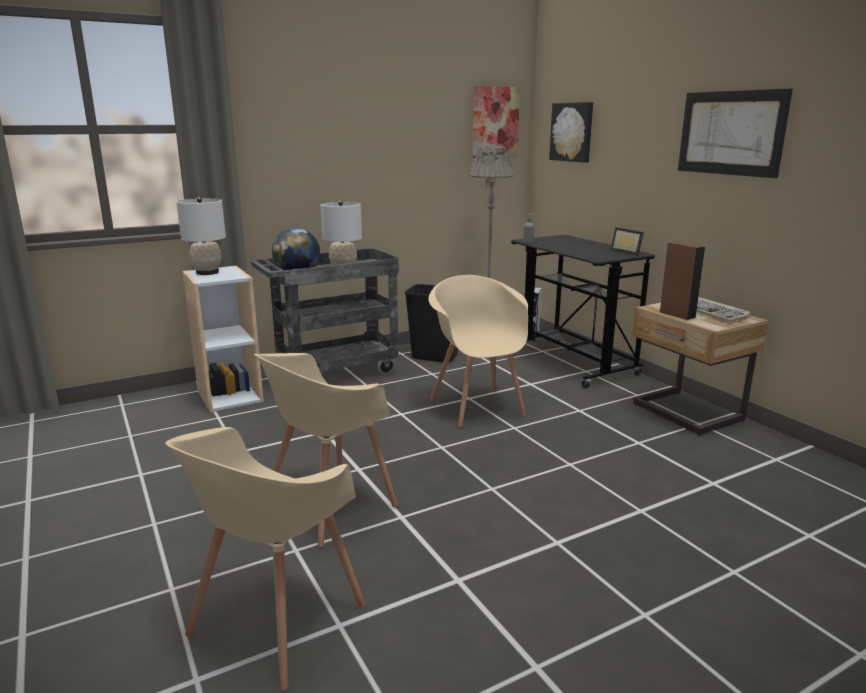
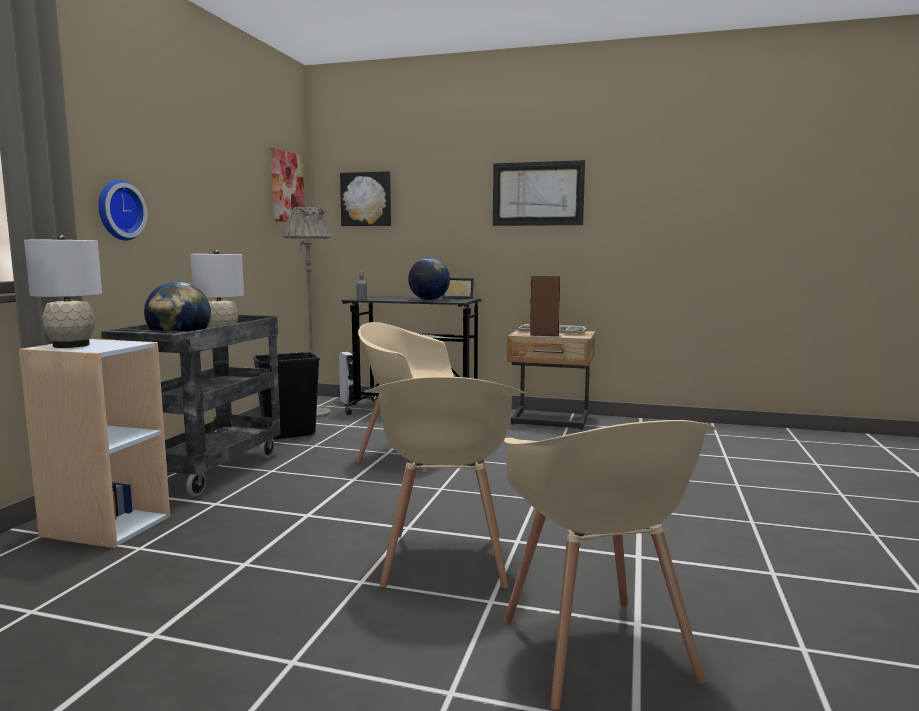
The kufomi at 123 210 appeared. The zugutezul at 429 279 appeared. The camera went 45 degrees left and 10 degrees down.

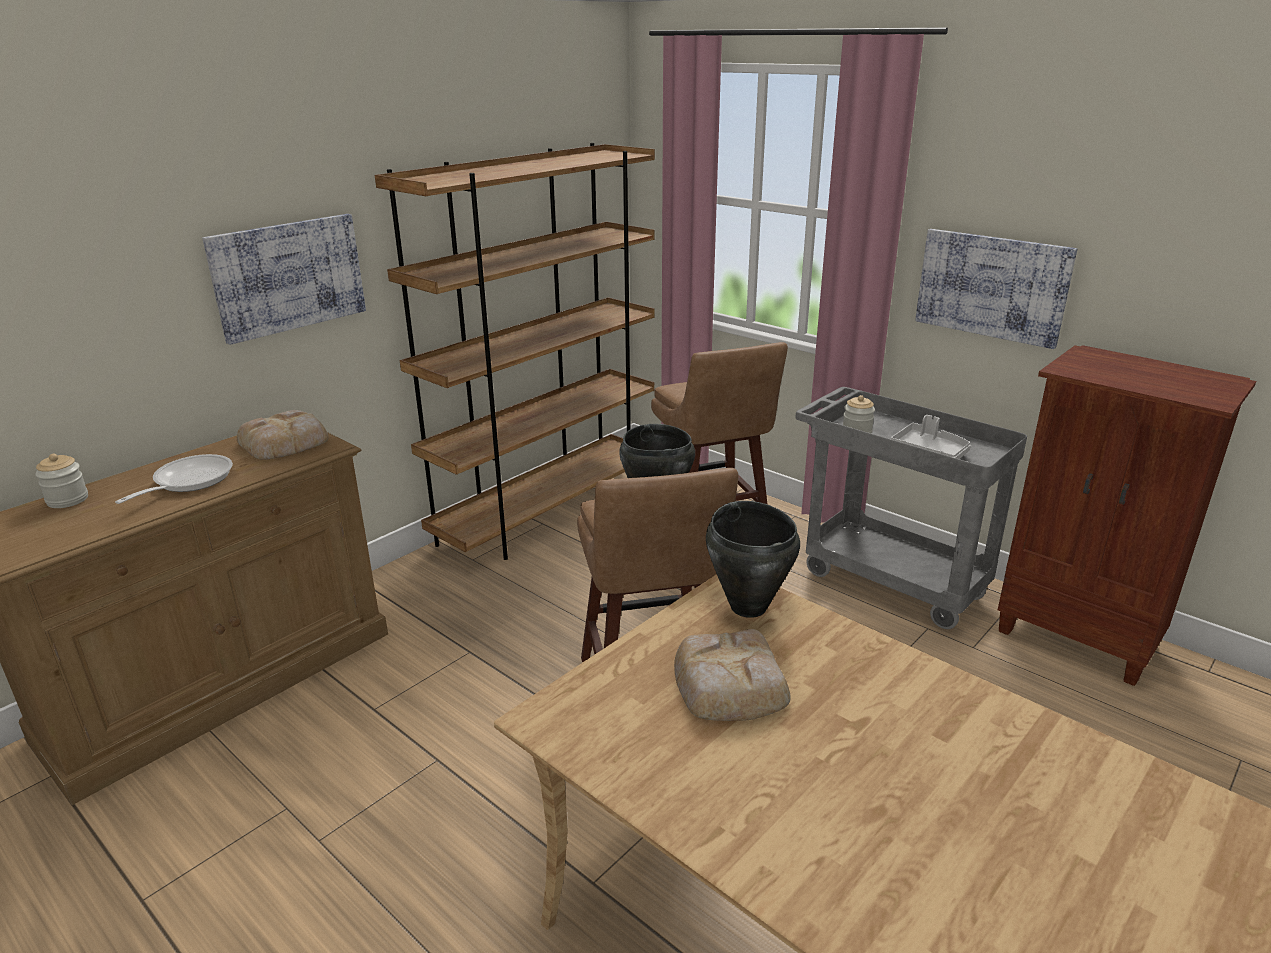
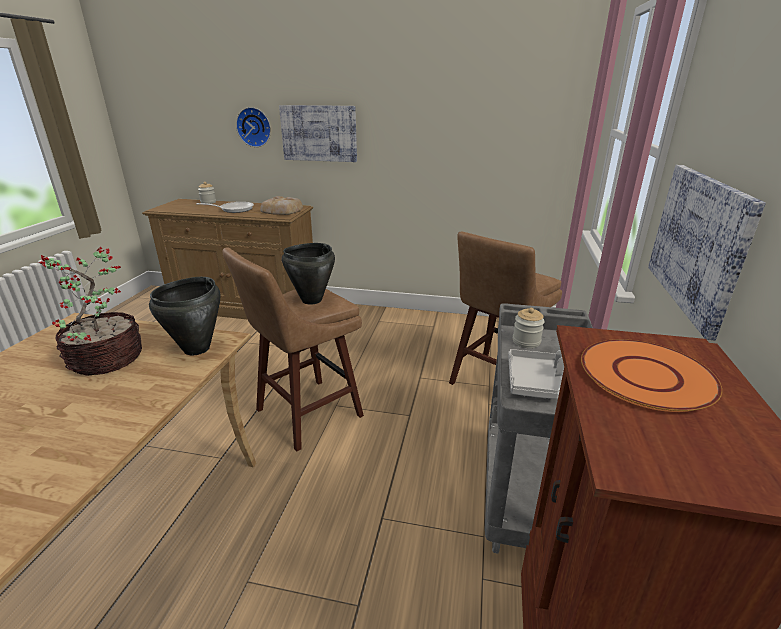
The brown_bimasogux at 515 351 disappeared. The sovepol at 732 675 was replaced by the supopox at 90 311. The kufomi at 253 127 appeared. The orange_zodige at 651 375 appeared. The camera went 60 degrees right and 0 degrees up.

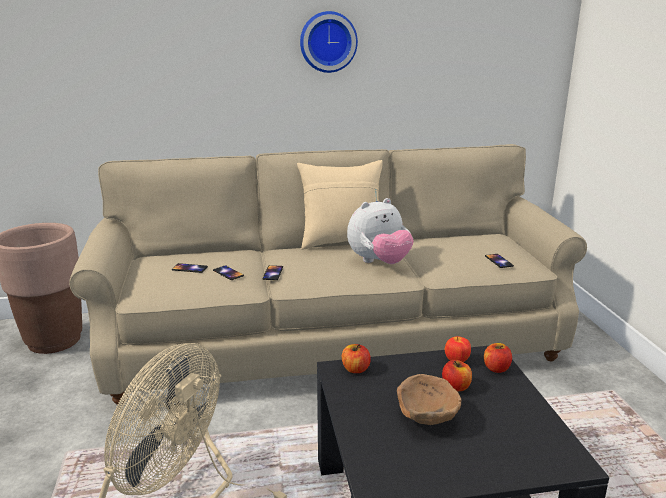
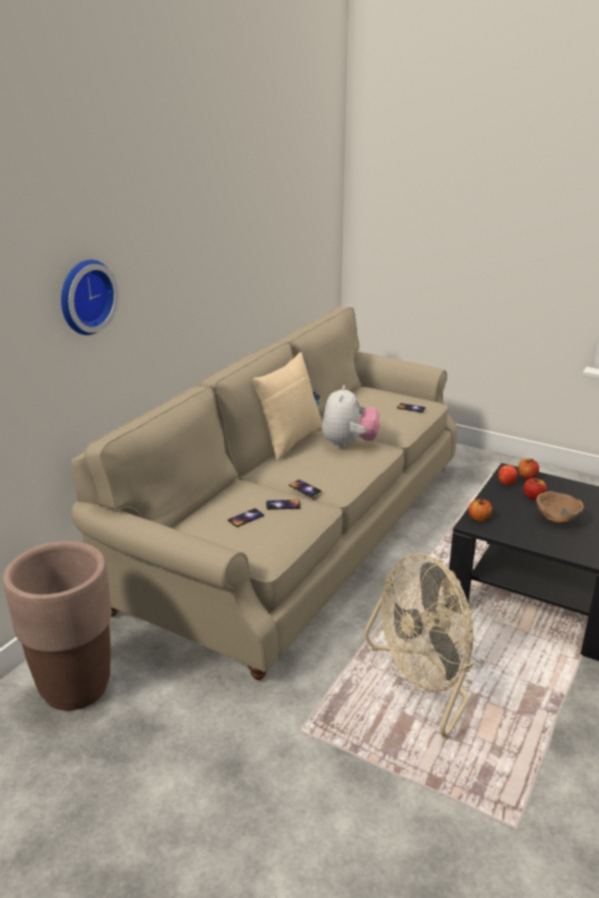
The kufomi moved from 329 42 to 90 297. The camera went 50 degrees left and 5 degrees up.

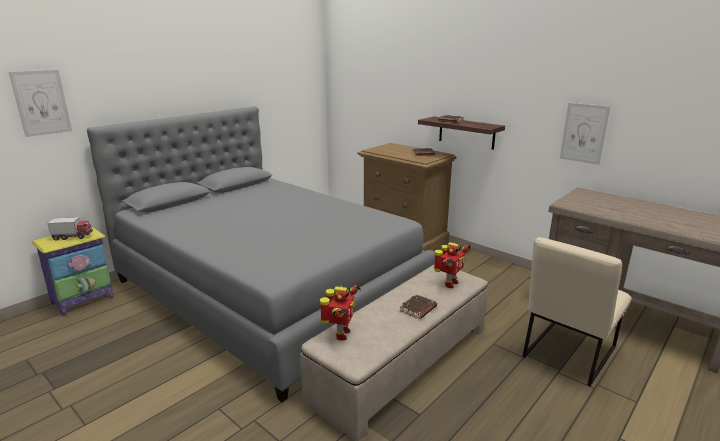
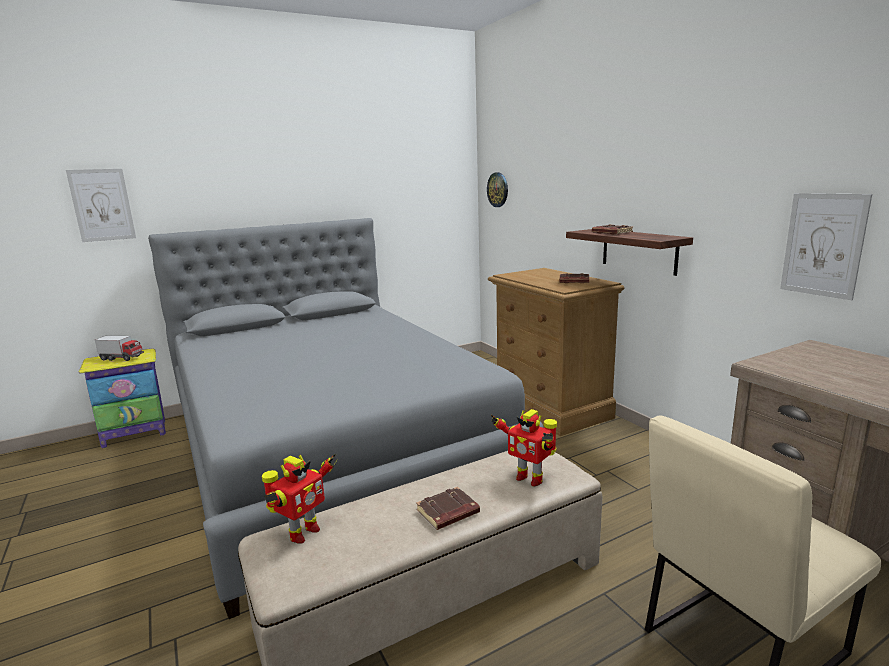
The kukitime at 452 265 turned 75 degrees clockwise. The kufomi at 497 189 appeared. The camera went 20 degrees right and 5 degrees down.

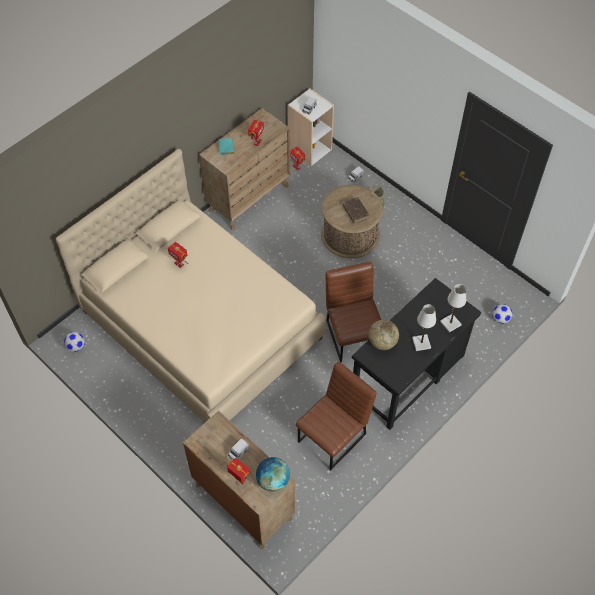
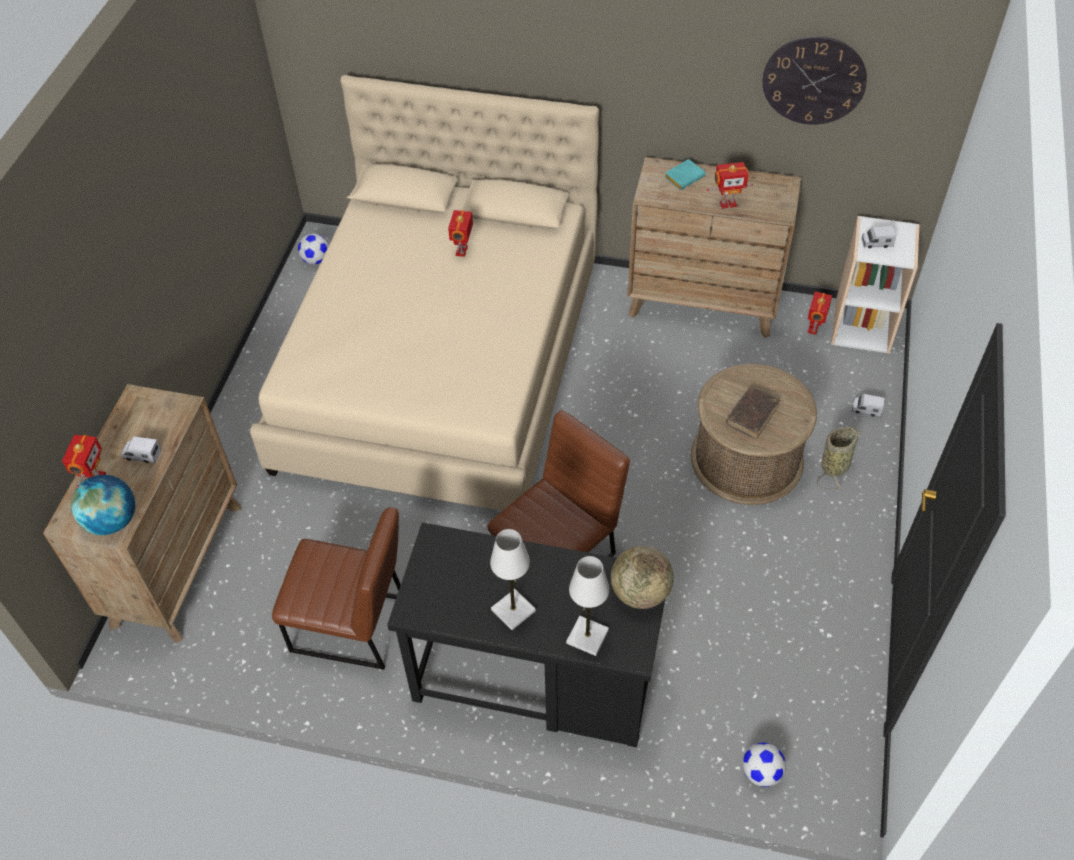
The zugutezul moved from 383 335 to 642 577. The kufomi at 814 80 appeared. The camera went 60 degrees right and 5 degrees down.

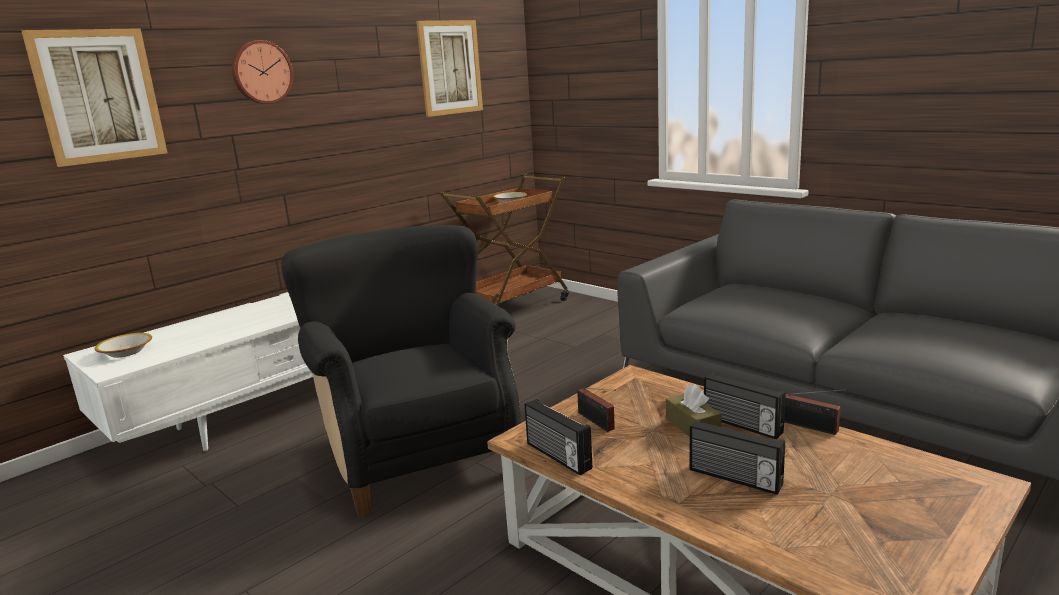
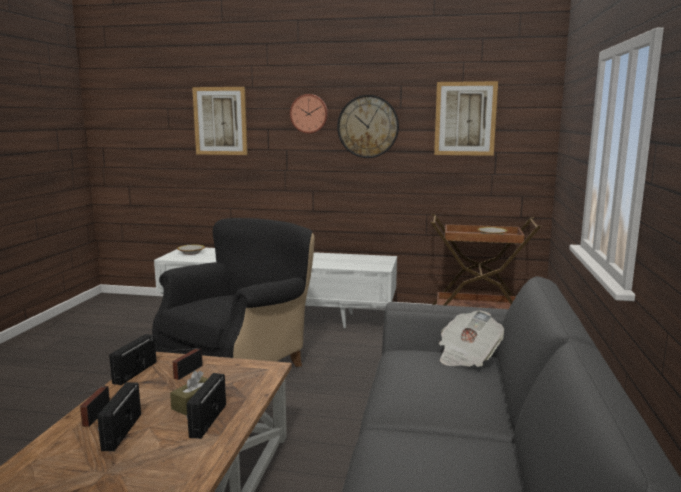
The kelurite moved from 816 412 to 95 406. The kufomi at 368 126 appeared. The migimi at 471 339 appeared. The camera went 55 degrees right and 5 degrees down.

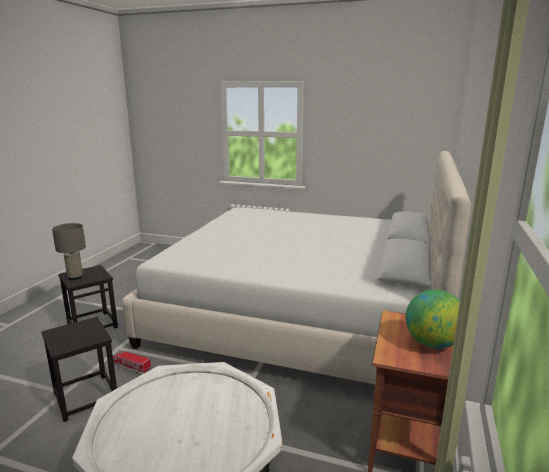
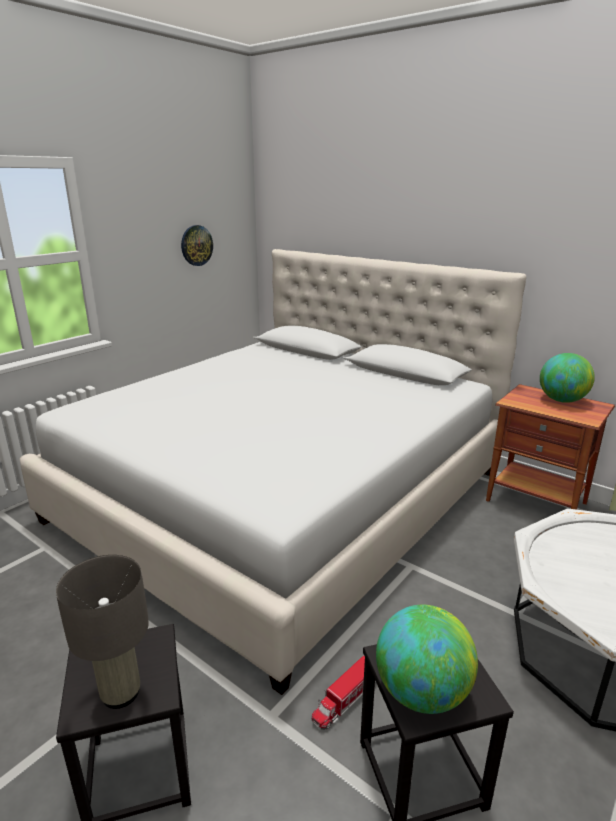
The kufomi at 197 245 appeared. The zugutezul at 427 659 appeared. The camera went 70 degrees left and 5 degrees up.

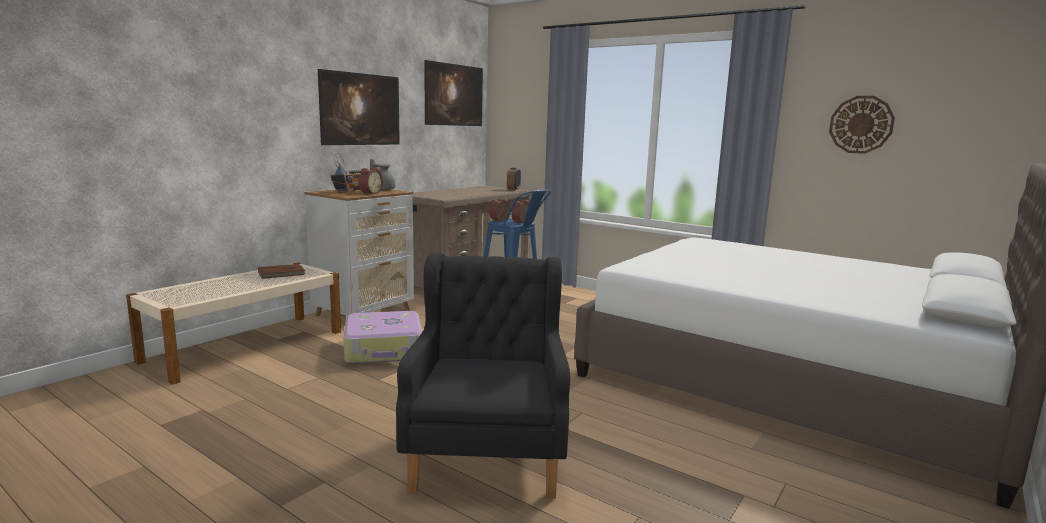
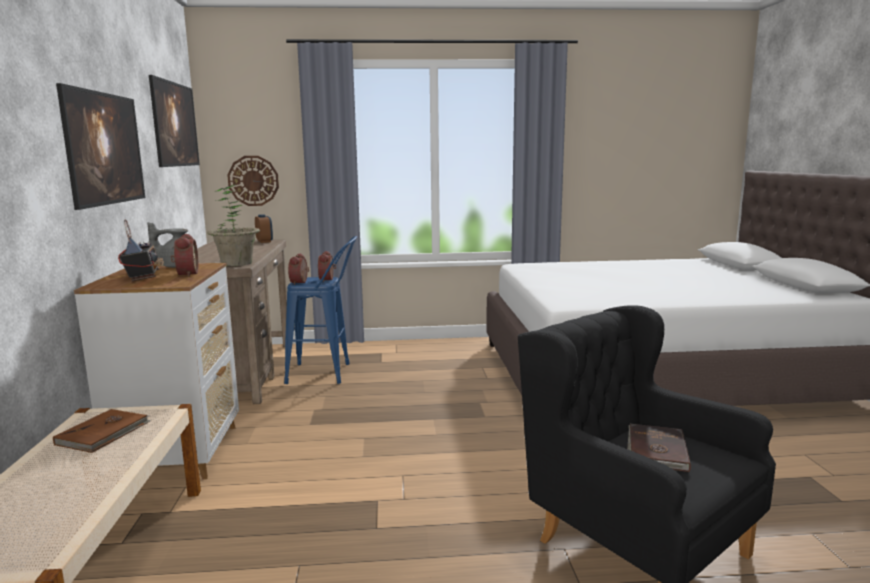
The kufomi moved from 862 125 to 253 181. The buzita at 383 337 disappeared. The supopox at 233 225 appeared. The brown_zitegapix at 659 448 appeared. The camera went 40 degrees left and 0 degrees up.

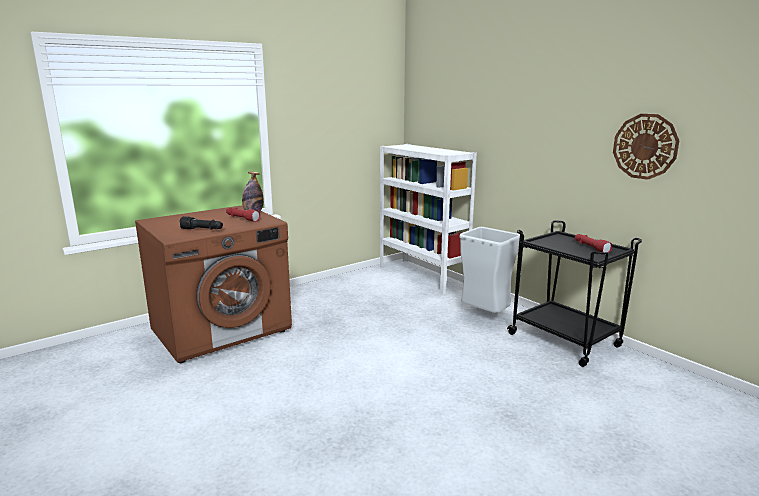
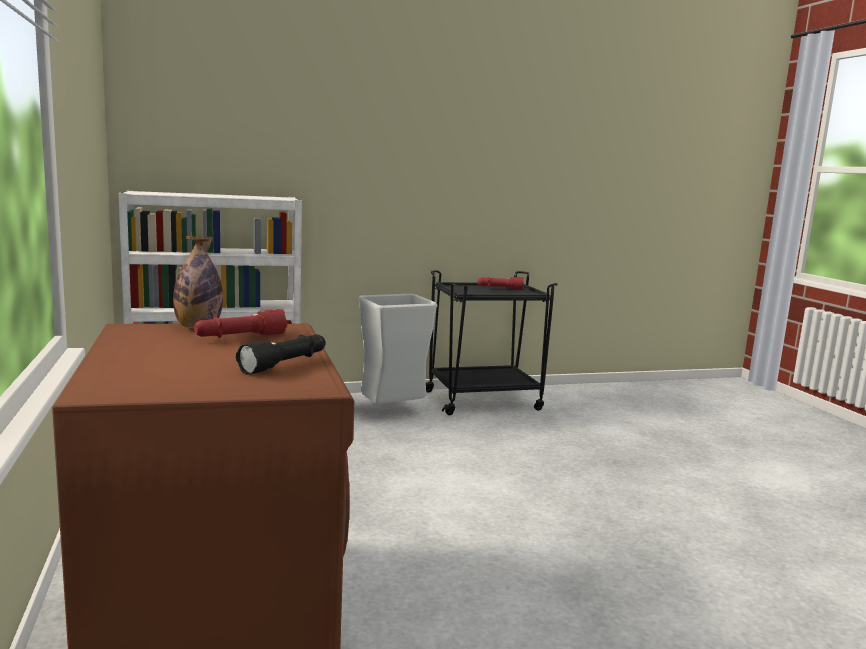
The kufomi at 646 147 disappeared. The camera went 70 degrees left and 5 degrees down.

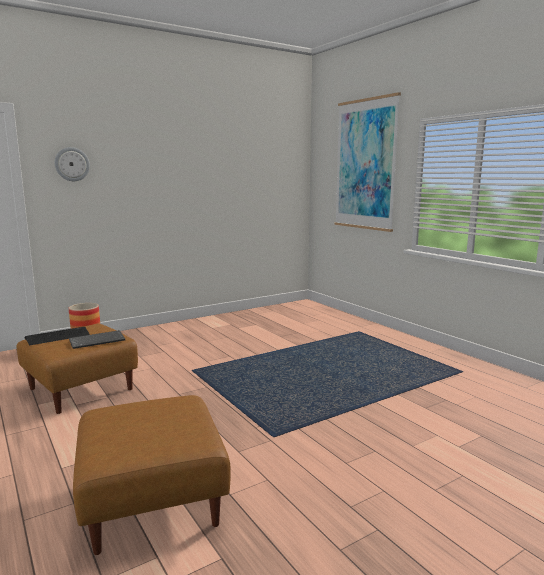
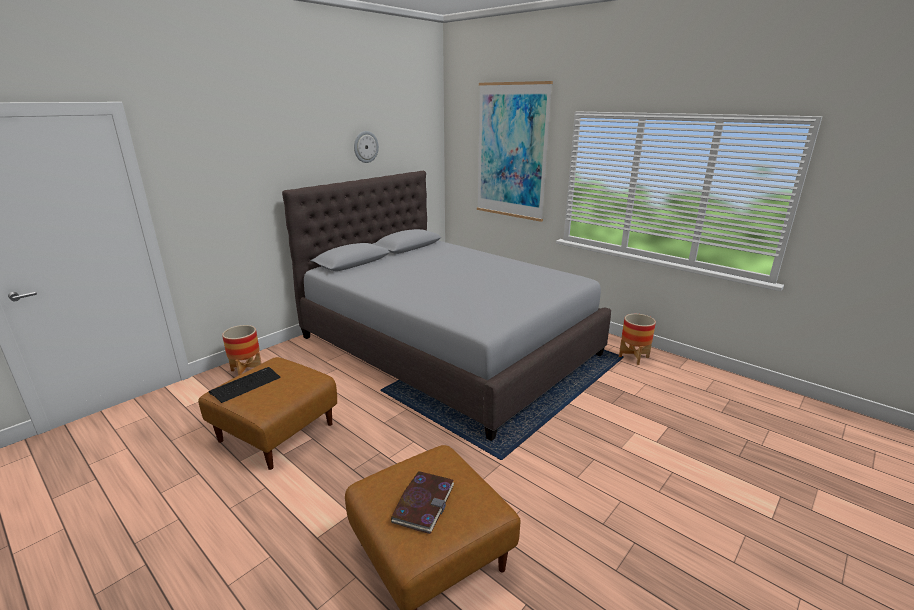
The kufomi moved from 72 164 to 366 147. The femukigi at 97 339 disappeared. The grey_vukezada at 446 306 appeared. The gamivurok at 637 339 appeared. The zitegapix at 422 502 appeared. The camera went 15 degrees left and 10 degrees up.

